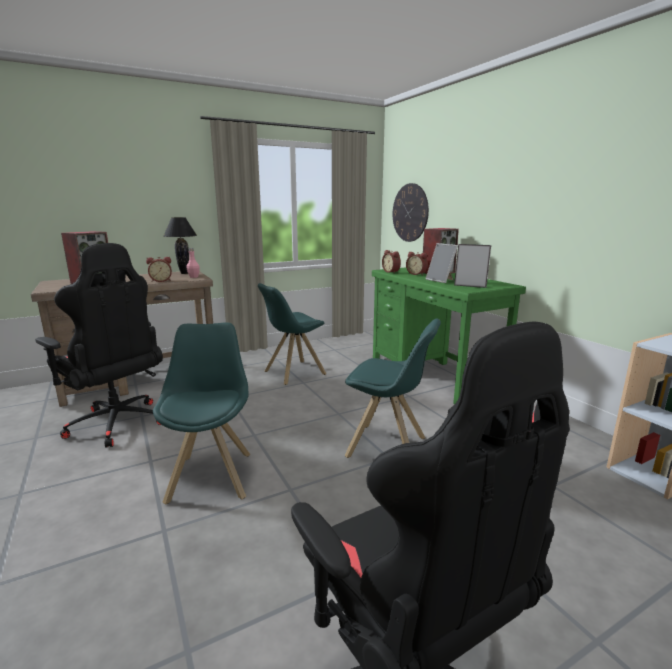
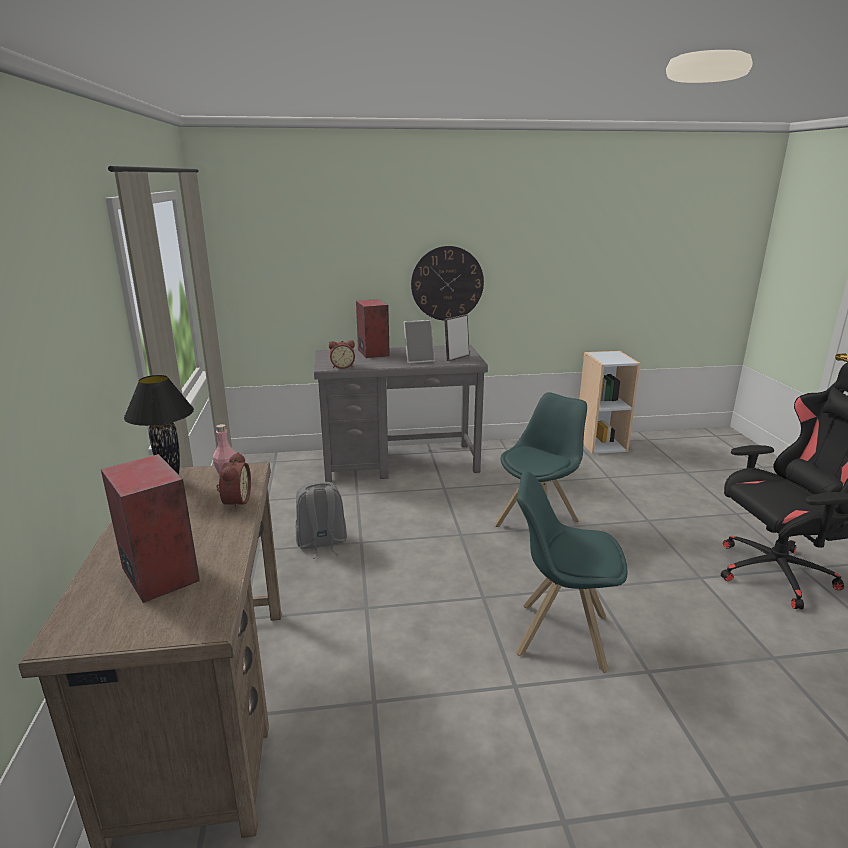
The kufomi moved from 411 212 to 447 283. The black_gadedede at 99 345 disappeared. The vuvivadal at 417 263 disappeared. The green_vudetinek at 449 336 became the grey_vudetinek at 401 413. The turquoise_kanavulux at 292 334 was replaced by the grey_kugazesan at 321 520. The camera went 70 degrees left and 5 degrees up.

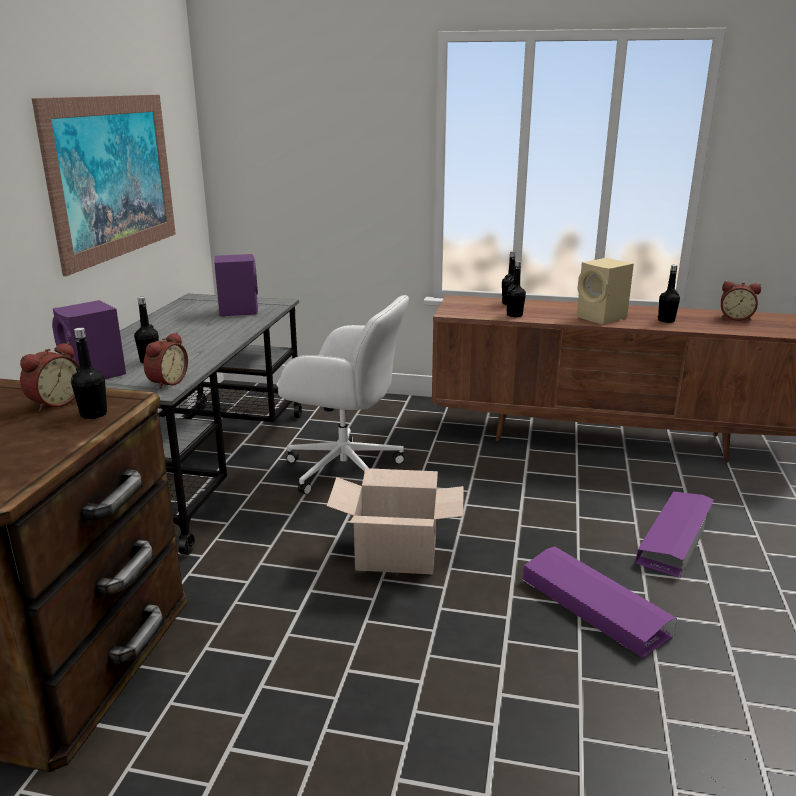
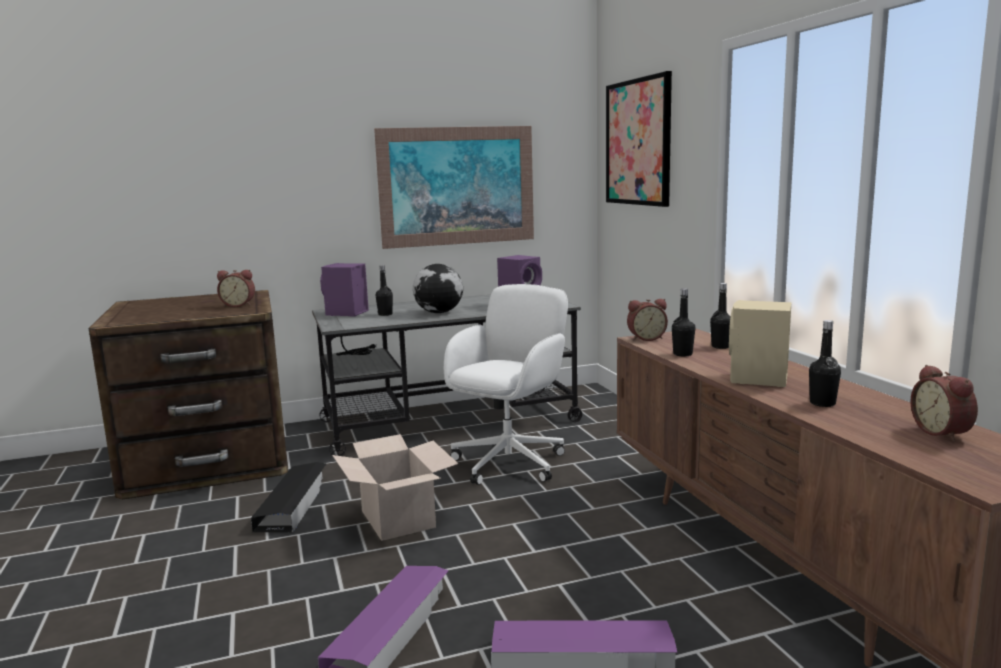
The white_gadedede at 343 394 turned 135 degrees counterclockwise. The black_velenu at 89 373 disappeared. The vuvivadal moved from 166 360 to 647 320. The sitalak at 639 139 appeared. The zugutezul at 438 288 appeared. The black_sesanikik at 289 497 appeared. The camera went 60 degrees right and 10 degrees down.

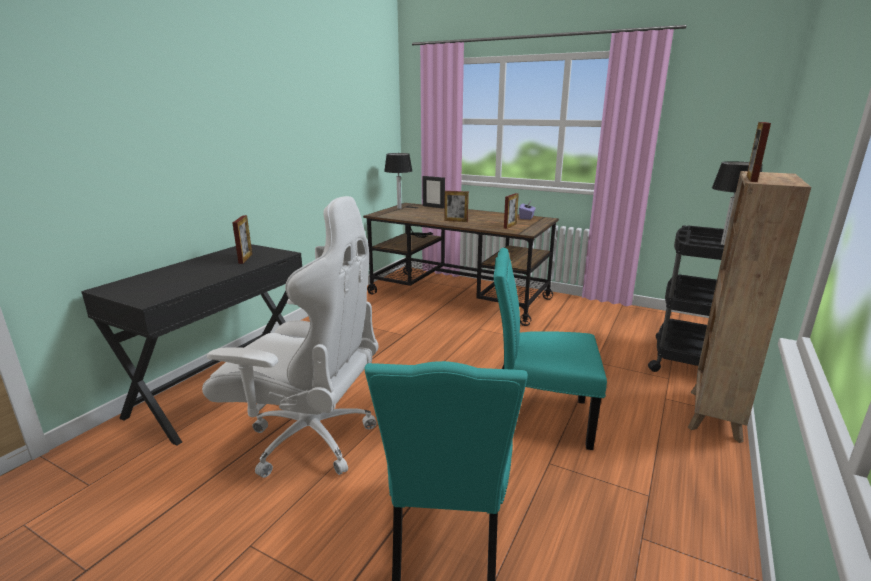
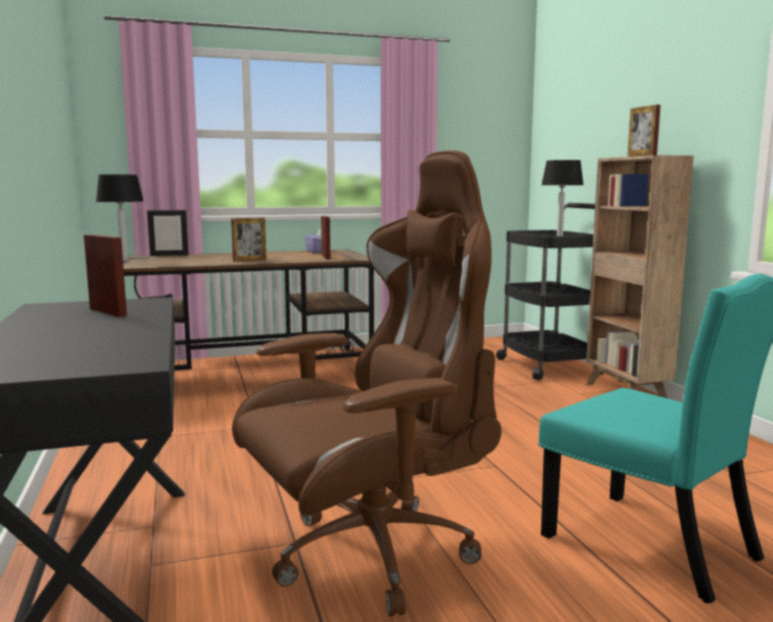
The white_gadedede at 290 337 became the brown_gadedede at 367 383. The turquoise_kanavulux at 550 349 disappeared. The camera went 45 degrees left and 10 degrees down.

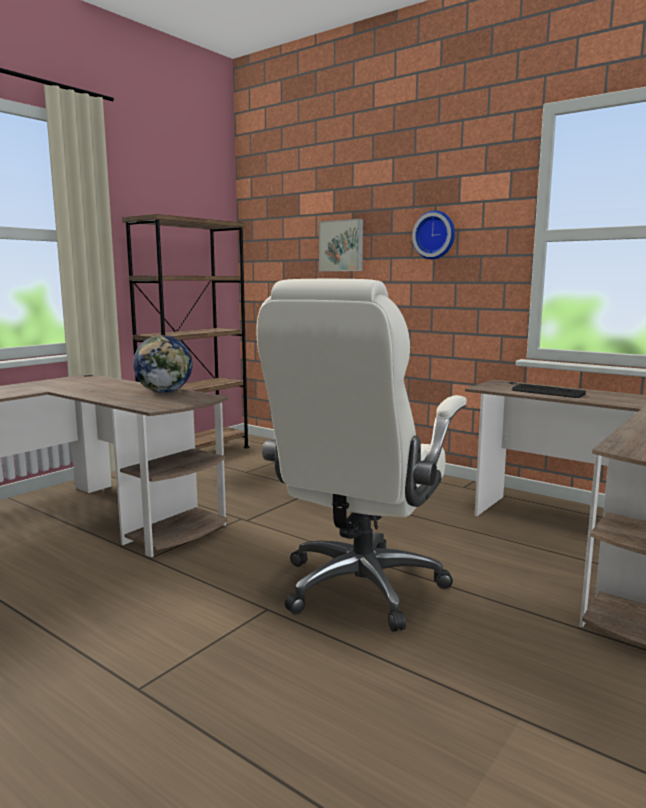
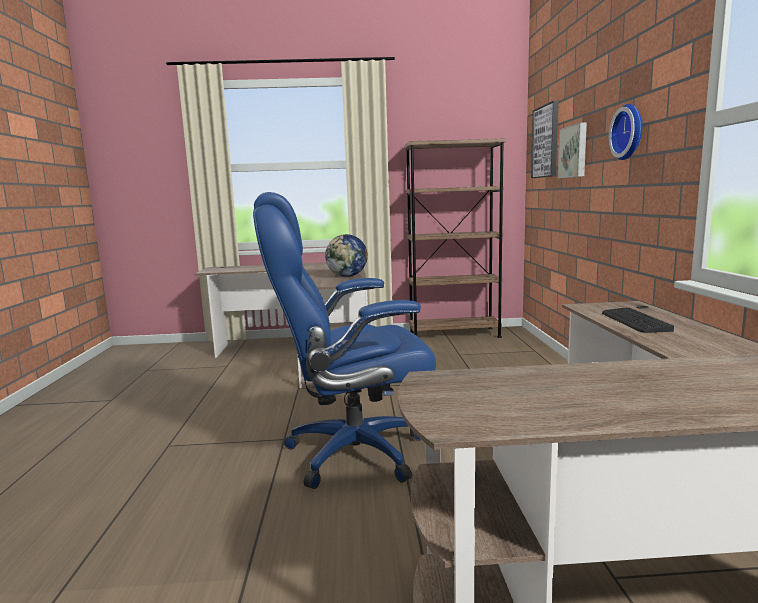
The white_gadedede at 361 455 became the blue_gadedede at 344 340. The sitalak at 544 139 appeared. The camera went 50 degrees right and 0 degrees up.

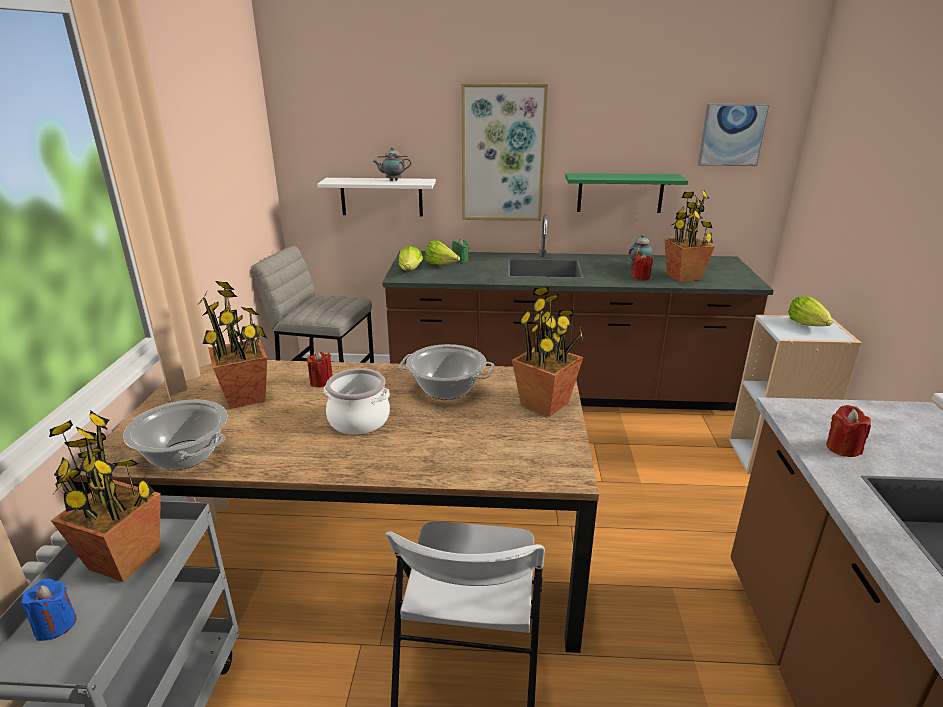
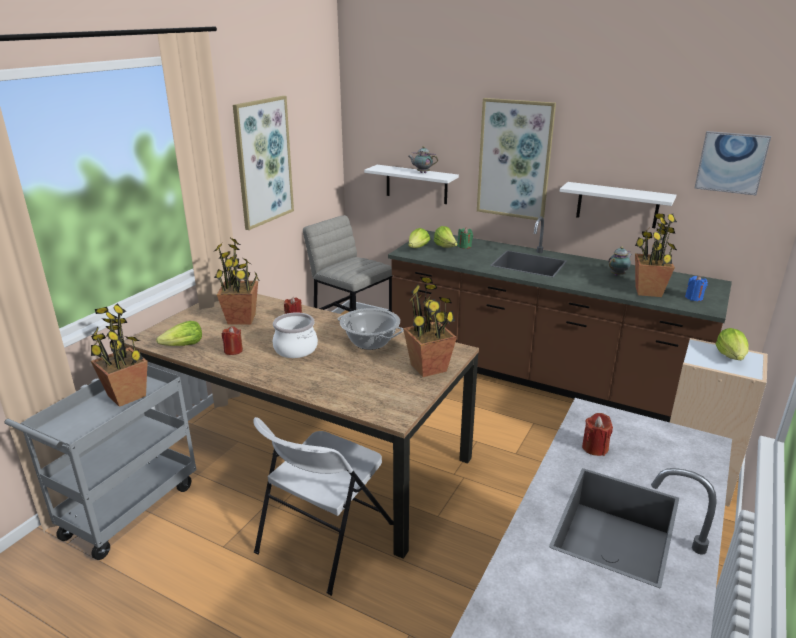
The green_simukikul at 626 193 became the white_simukikul at 618 205. The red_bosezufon moved from 642 266 to 232 340. The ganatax at 175 435 was replaced by the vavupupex at 179 333. The blue_bosezufon moved from 48 610 to 696 288. The sitalak at 263 163 appeared. The camera went 25 degrees right and 0 degrees up.

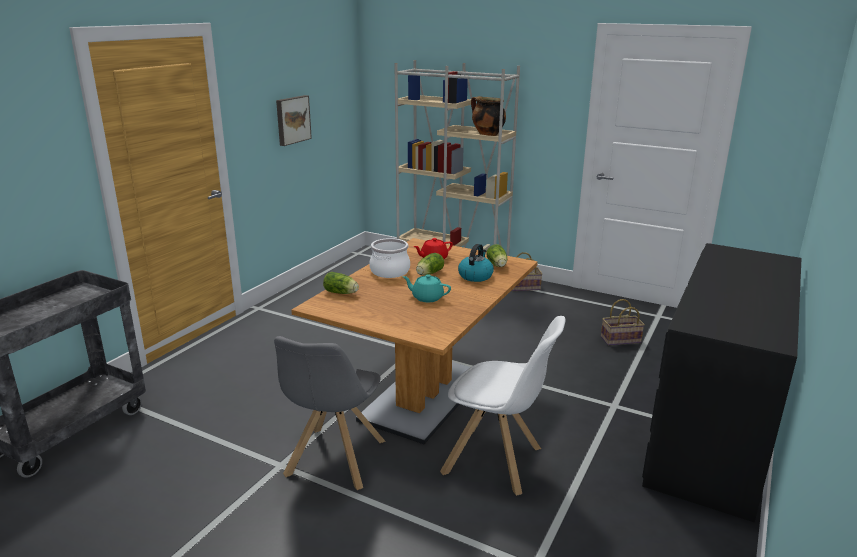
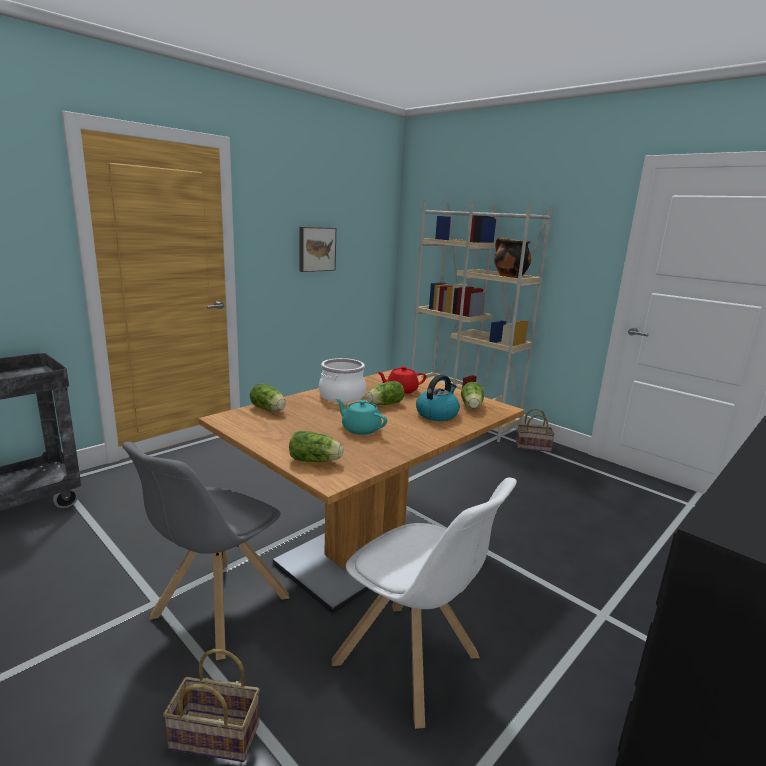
The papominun moved from 623 322 to 211 705. The vavupupex at 316 446 appeared. The camera went 15 degrees right and 5 degrees down.

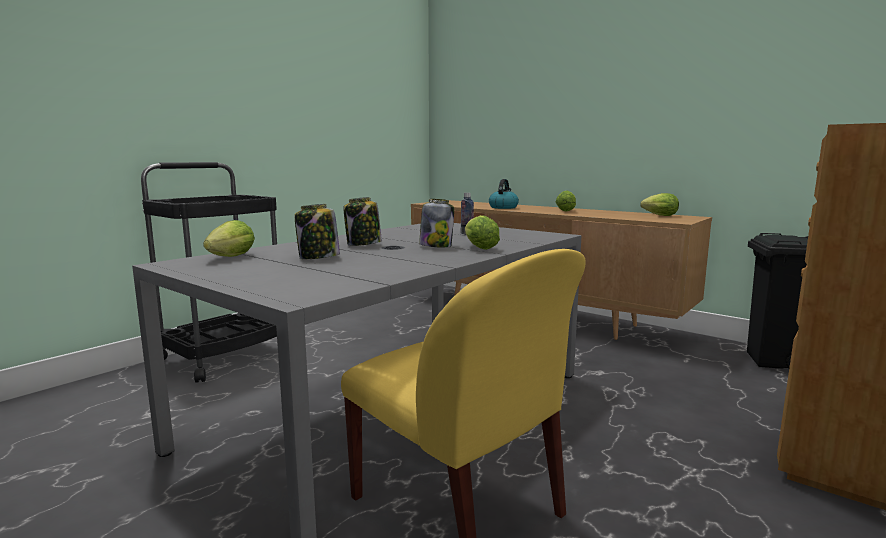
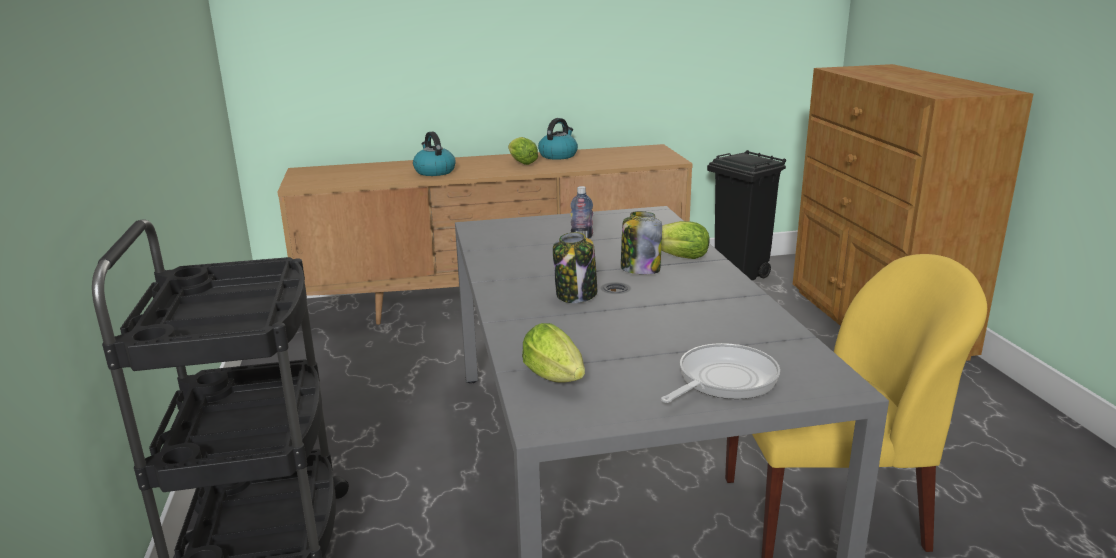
The vavupupex at 659 204 disappeared. The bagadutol at 317 231 disappeared. The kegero at 558 139 appeared. The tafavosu at 720 373 appeared. The camera went 50 degrees left and 10 degrees up.

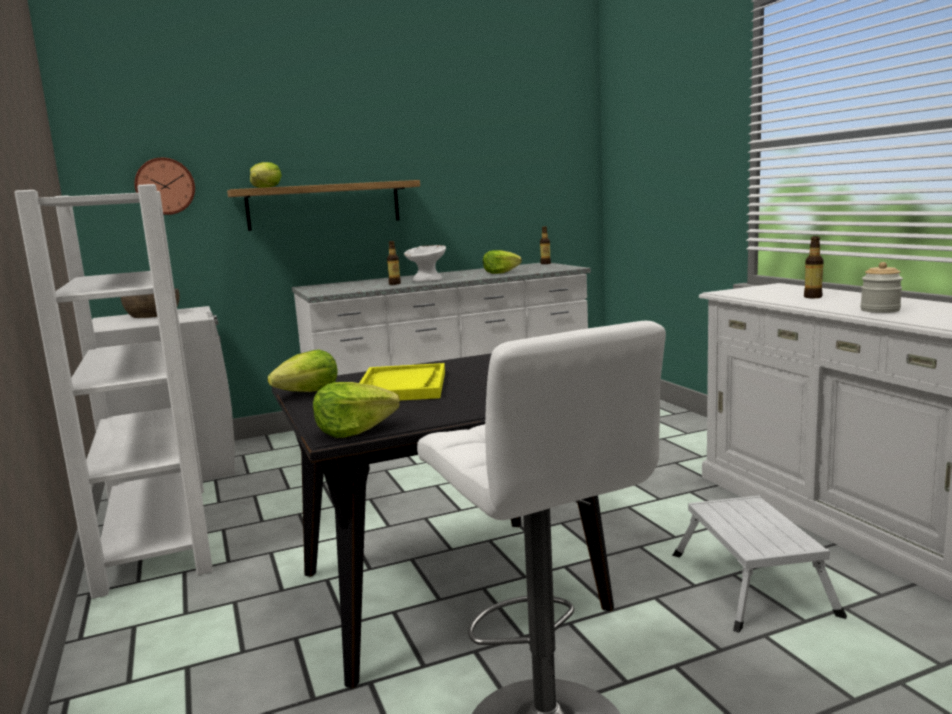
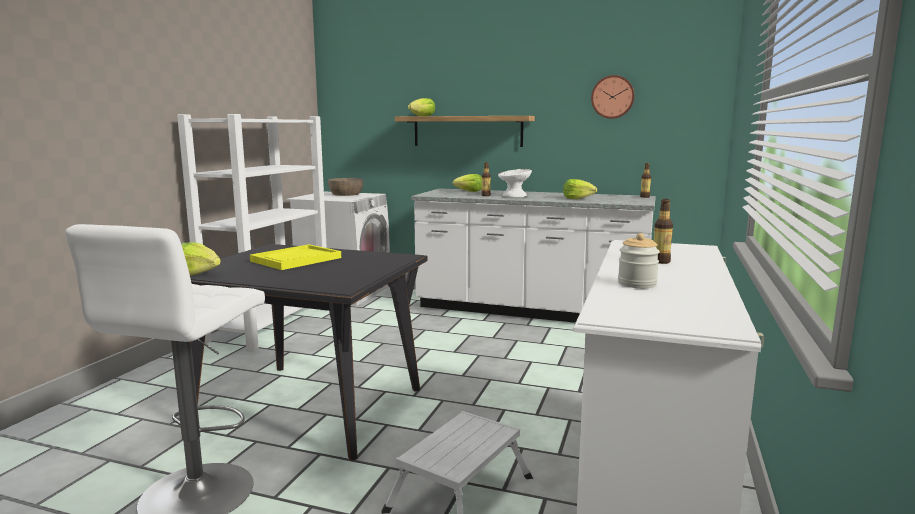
The kufomi moved from 165 186 to 613 97. The vavupupex moved from 302 371 to 467 183. The camera went 40 degrees right and 0 degrees up.

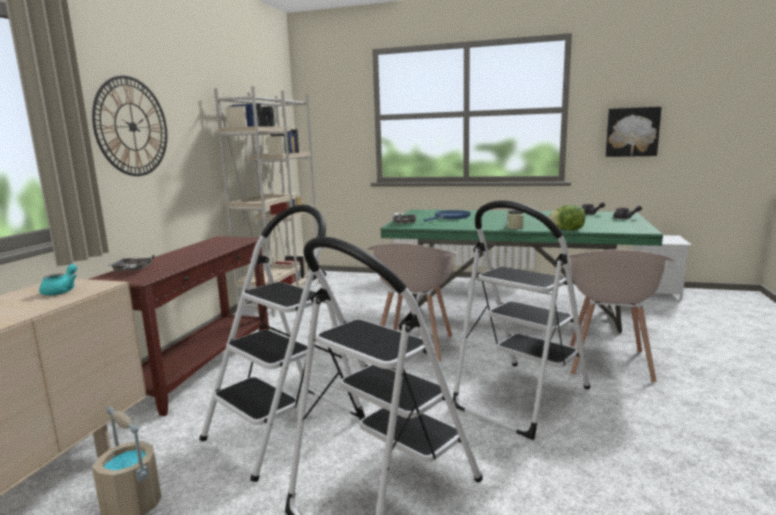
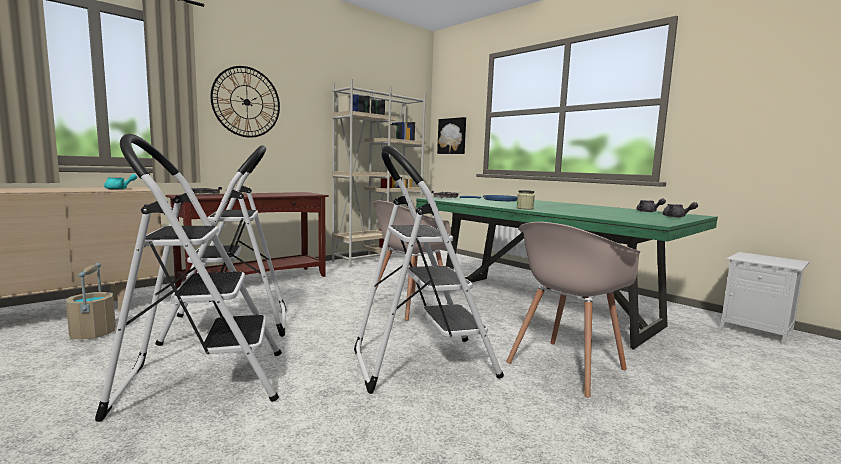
The sitalak moved from 633 132 to 451 135. The vavupupex at 566 217 disappeared. The camera went 30 degrees right and 5 degrees down.

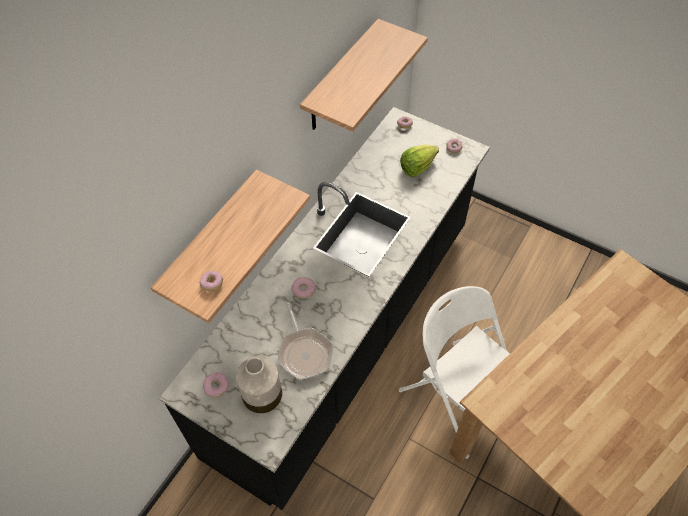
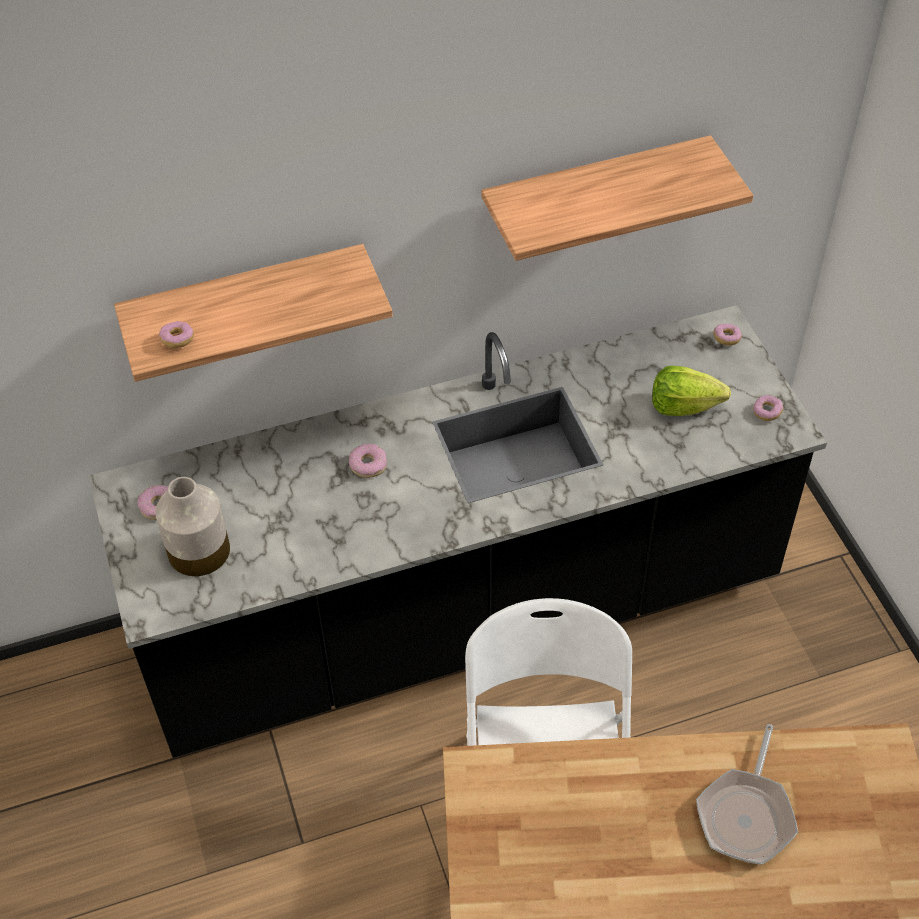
The tafavosu moved from 305 341 to 747 794. The camera went 40 degrees right and 5 degrees down.

